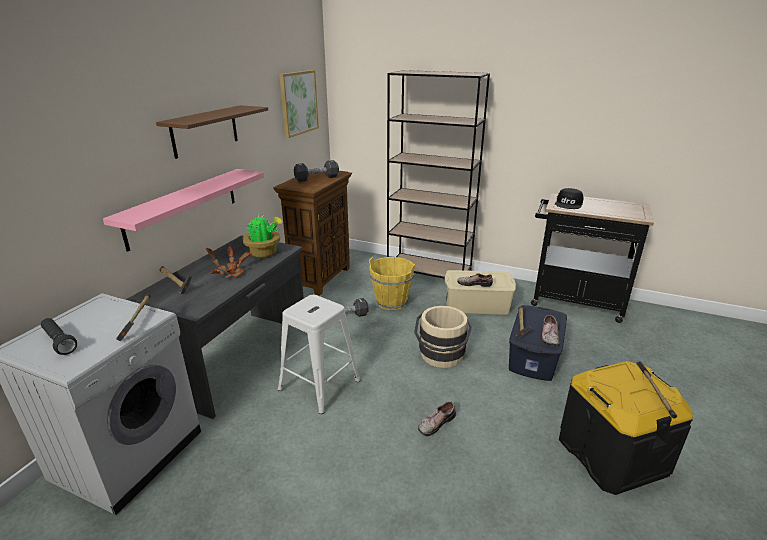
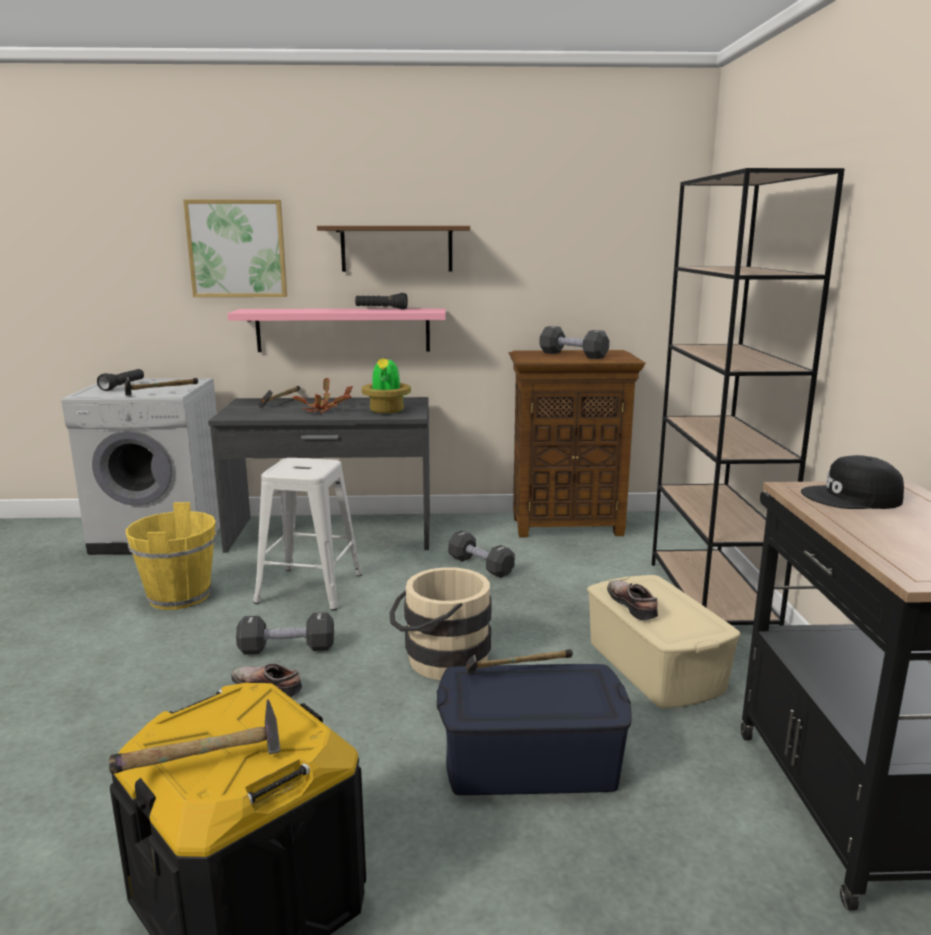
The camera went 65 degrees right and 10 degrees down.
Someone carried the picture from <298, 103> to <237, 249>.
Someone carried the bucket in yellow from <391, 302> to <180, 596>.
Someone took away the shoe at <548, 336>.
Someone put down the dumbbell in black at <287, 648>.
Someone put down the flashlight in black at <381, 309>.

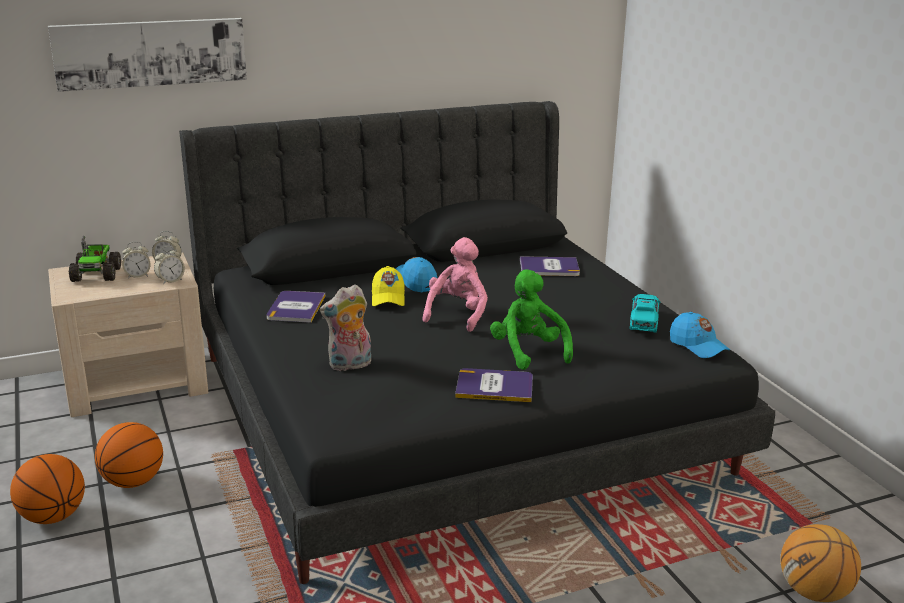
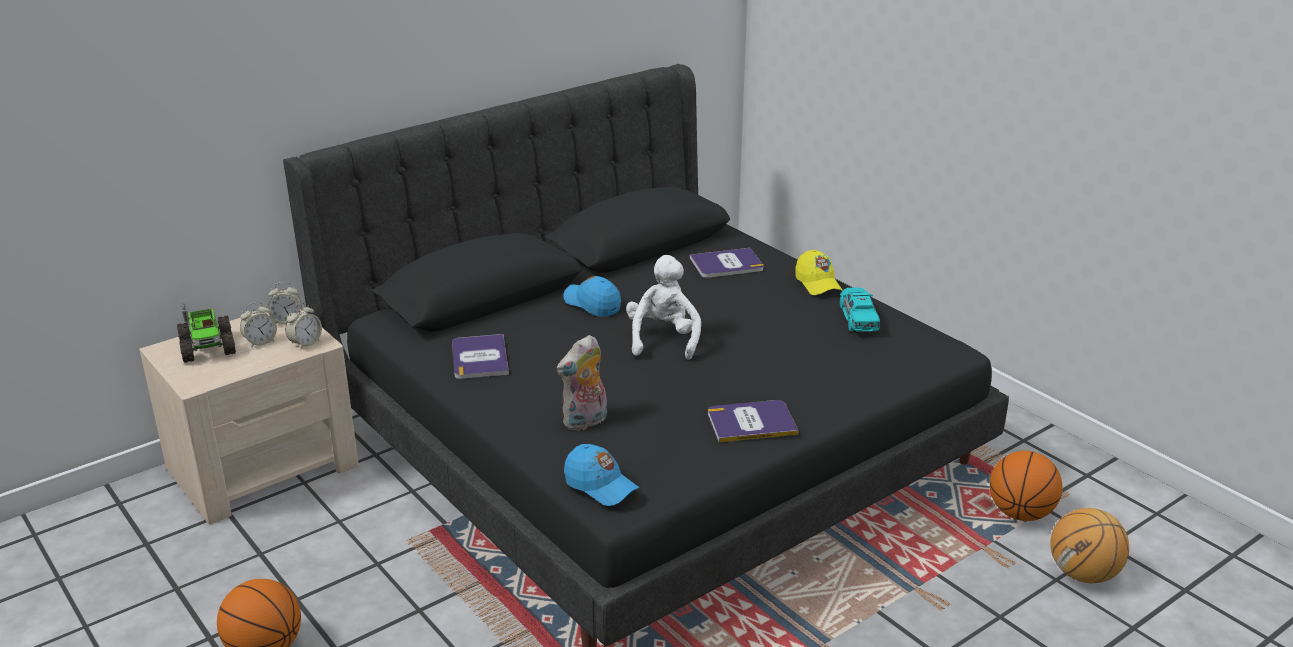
The camera went 15 degrees left and 5 degrees up.
Someone took away the picture at <150, 53>.
Someone carried the basketball from <133, 482> to <1020, 513>.
Someone carried the cap in yellow from <388, 298> to <818, 284>.
Someone repainted the plush toy in pink at <457, 314>, which became the plush toy in white at <663, 339>.
Someone took away the plush toy in green at <528, 352>.
Someone carried the cap in blue from <697, 346> to <600, 486>.

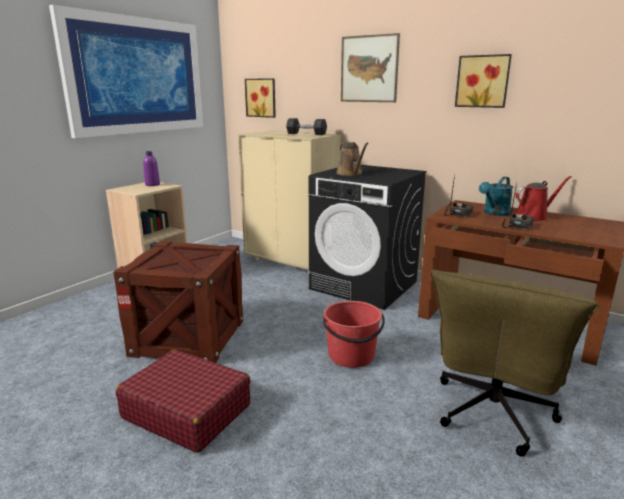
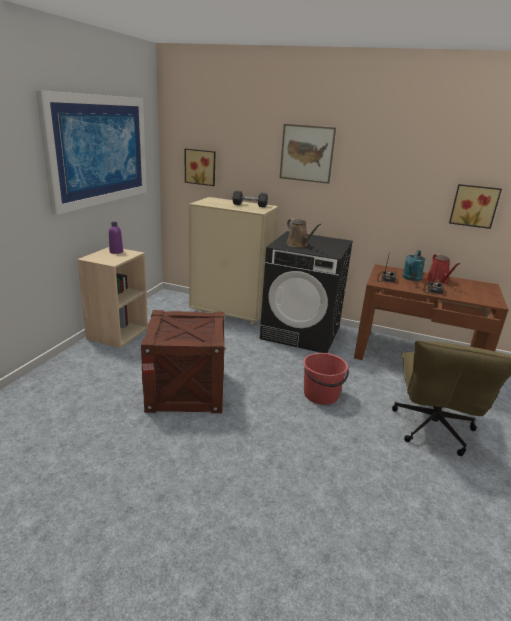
The camera went 15 degrees left and 5 degrees up.
Someone took away the suitcase in red at <186, 411>.
Someone carried the picture from <482, 81> to <474, 206>.
Someone rotated the watering can in red at <533, 216> by 120 degrees clockwise.

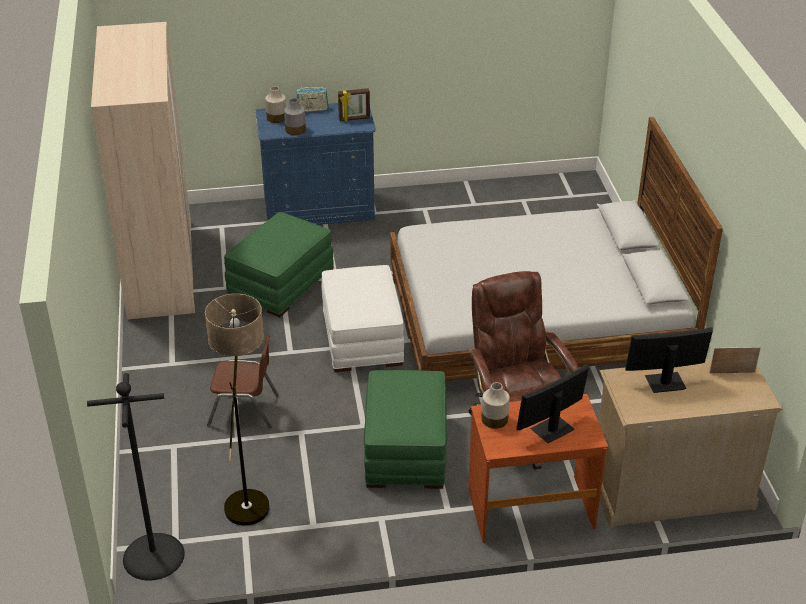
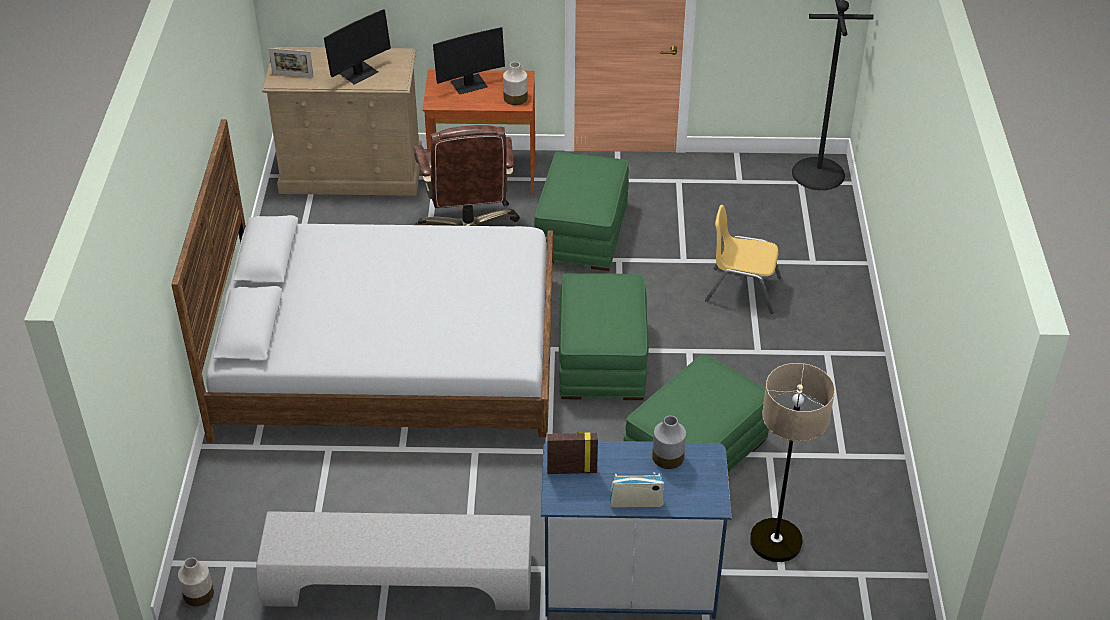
The camera went 170 degrees left and 5 degrees up.
Someone took away the wardrobe in beige at <160, 269>.
Someone carried the floor lamp from <249, 495> to <773, 558>.
Someone repainted the chair in brown at <244, 410>, which became the chair in yellow at <742, 289>.
Someone carried the vase in beige from <277, 117> to <198, 594>.
Someone repainted the ottoman in white at <362, 338>, which became the ottoman in green at <601, 358>.
Someone rotated the monitor at <665, 383> by 45 degrees counterclockwise.
Someone put down the bench in grey at <399, 581>.

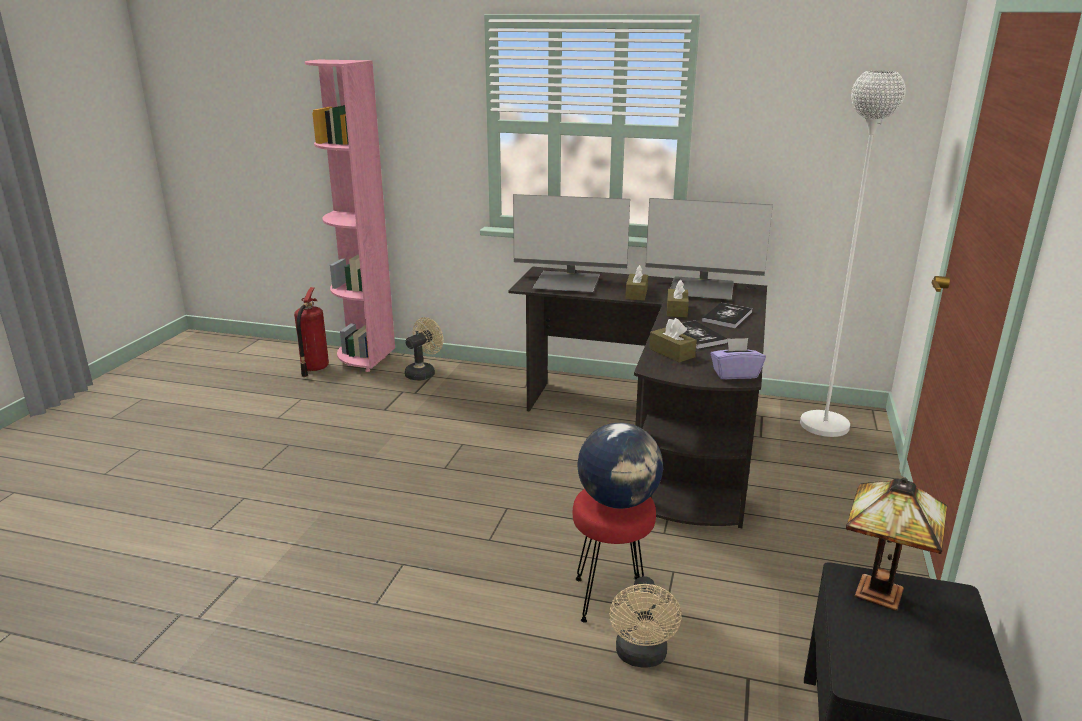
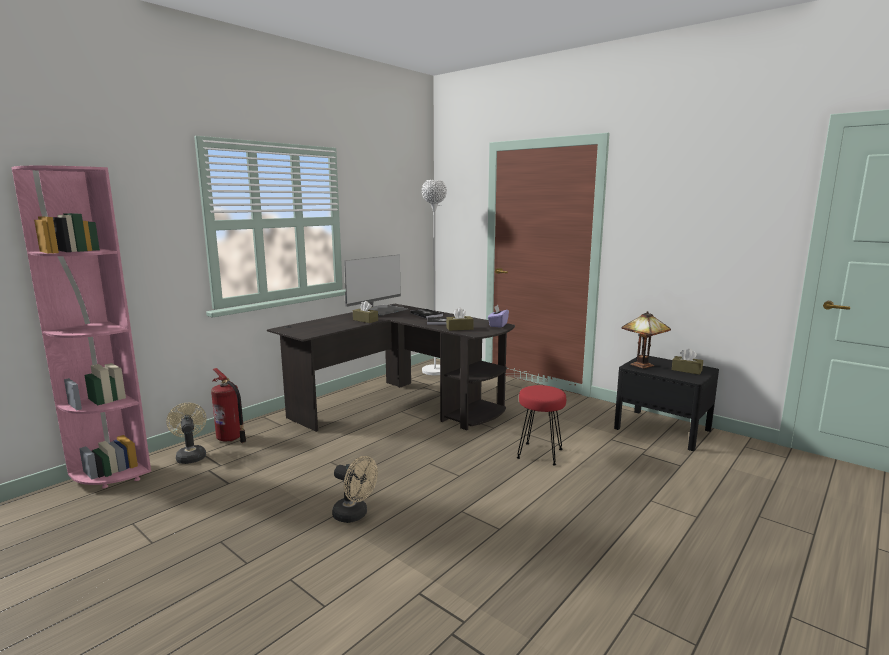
The camera went 65 degrees left and 10 degrees down.
Someone carried the fire extinguisher from <314, 368> to <230, 439>.
Someone took away the monitor at <567, 283>.
Someone took away the globe at <618, 501>.
Someone carried the fan in beige from <641, 657> to <355, 515>.
Someone carried the tissue box in brown from <676, 310> to <686, 370>.

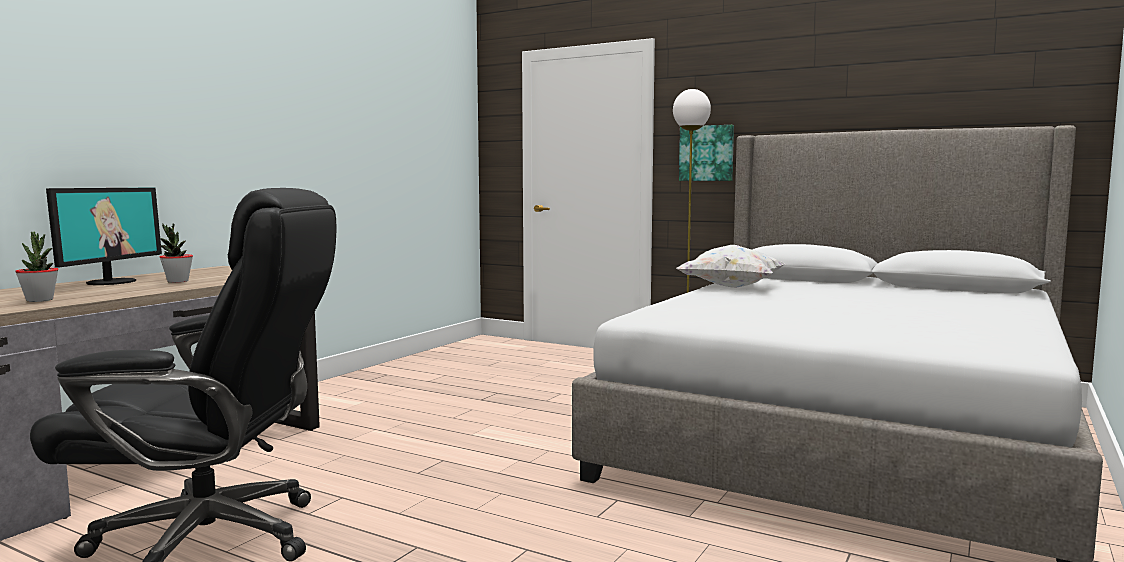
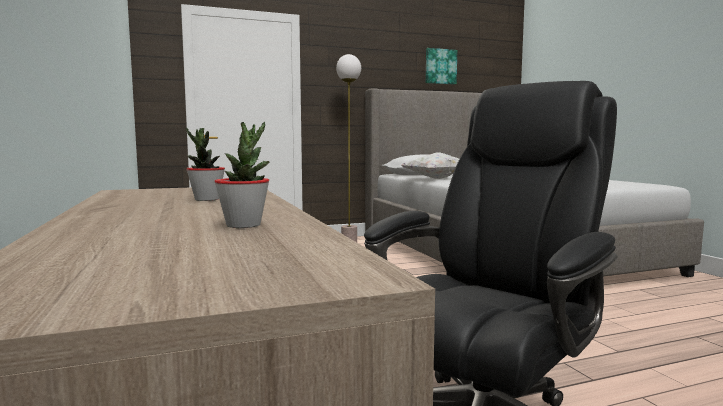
The camera went 50 degrees left and 0 degrees up.
Someone took away the monitor at <110, 282>.
Someone carried the picture from <706, 153> to <440, 66>.

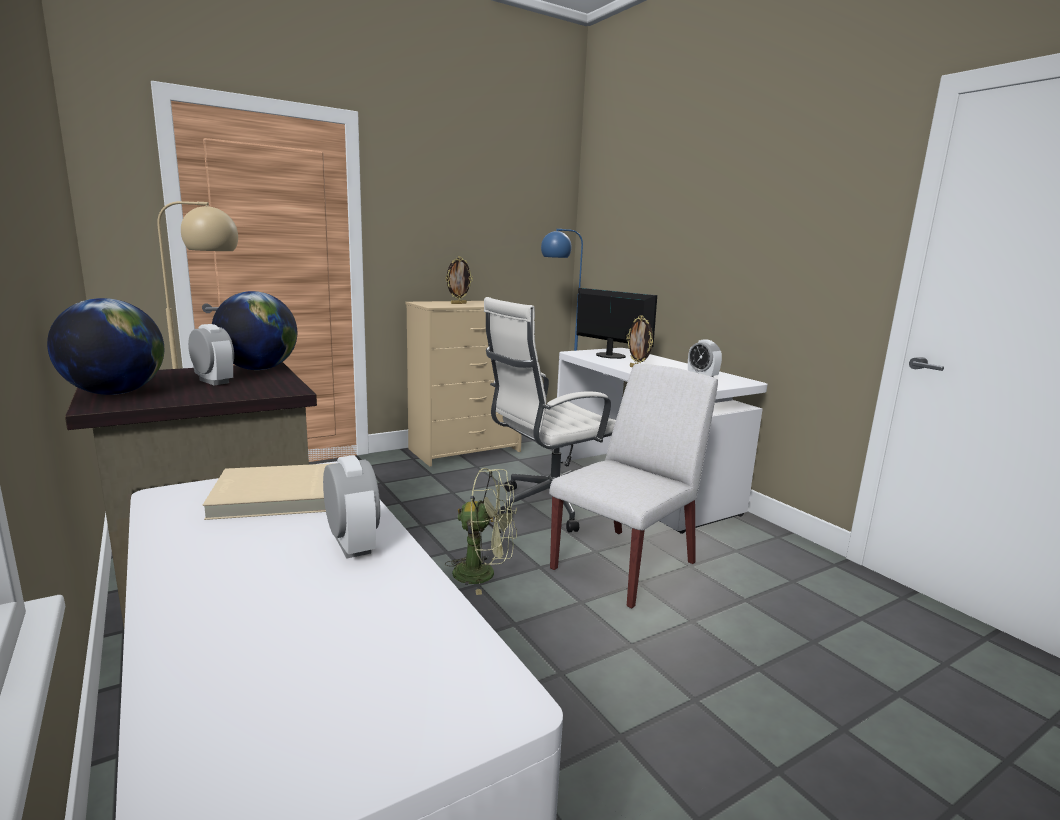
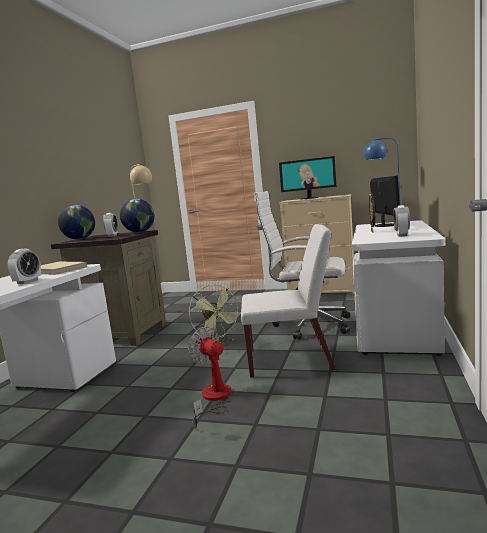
The camera went 50 degrees right and 5 degrees down.
Someone swapped the picture frame at <458, 303> for the monitor at <309, 198>.
Someone put down the fan at <214, 399>.

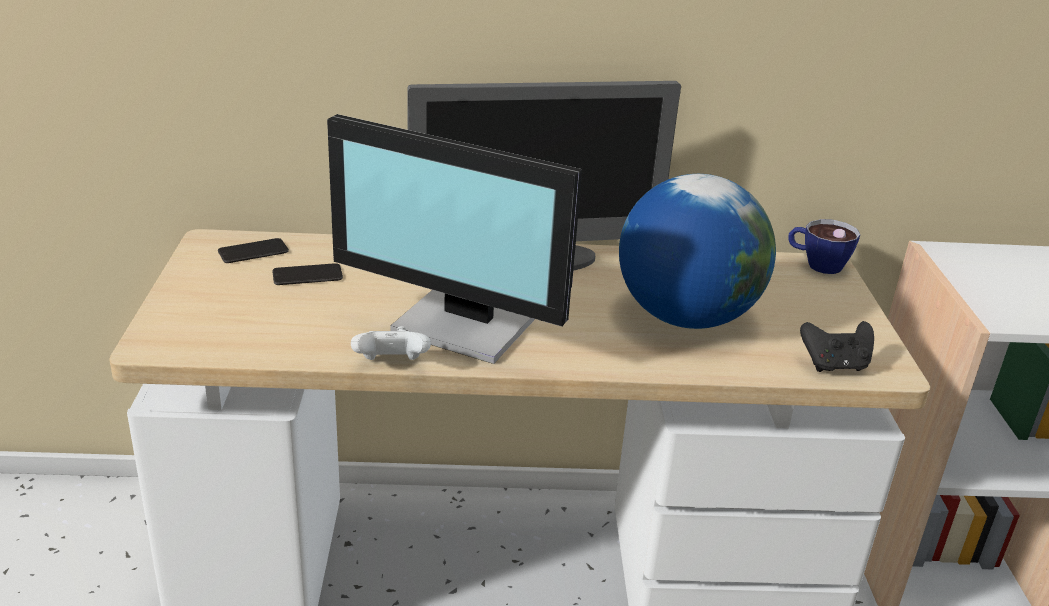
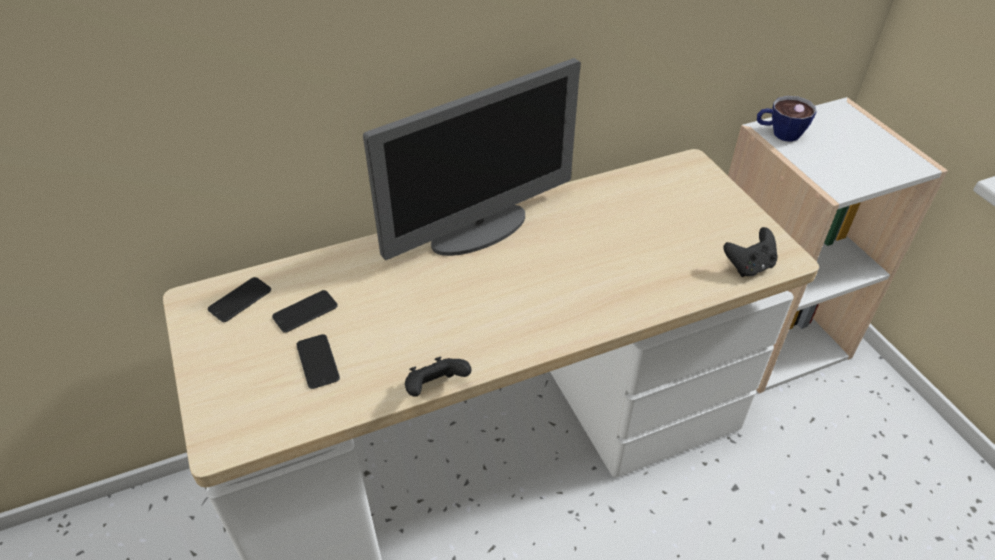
The camera went 20 degrees left and 15 degrees up.
Someone took away the monitor at <467, 325>.
Someone repainted the game controller in white at <391, 365>, which became the game controller in black at <436, 388>.
Someone took away the globe at <685, 317>.
Someone carried the cup from <816, 264> to <779, 133>.
Someone put down the phone at <318, 362>.

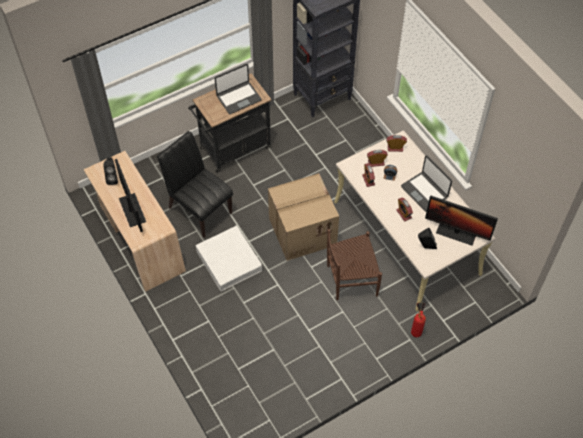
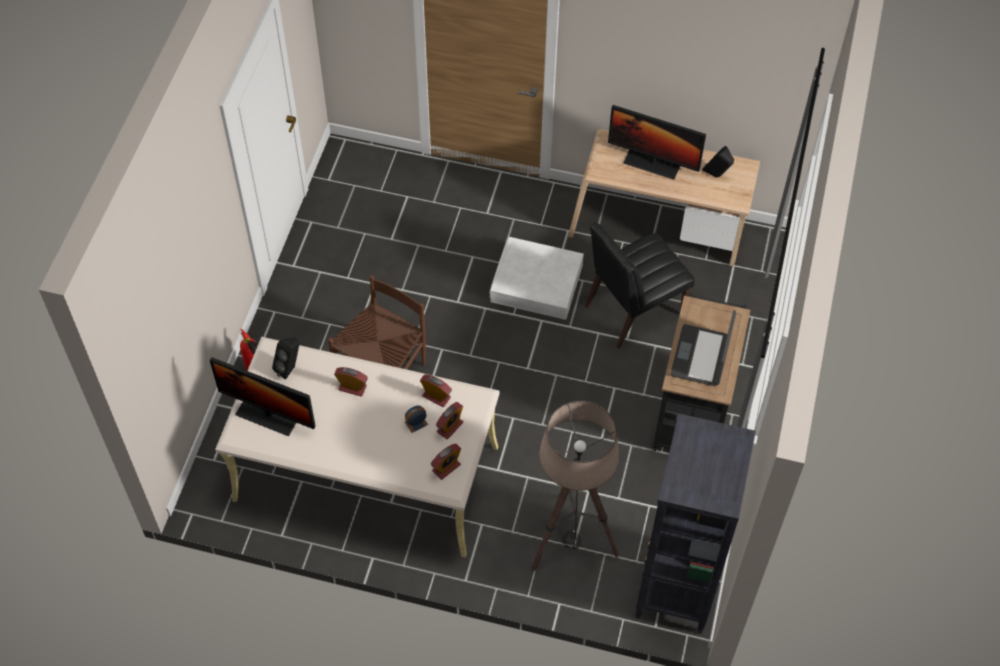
The camera went 135 degrees right and 0 degrees up.
Someone rotated the chair in black at <200, 210> by 150 degrees clockwise.
Someone took away the cardboard box at <303, 230>.
Someone took away the laptop at <424, 192>.
Someone rotated the monitor at <456, 232> by 135 degrees counterclockwise.
Someone put down the floor lamp at <569, 540>.

